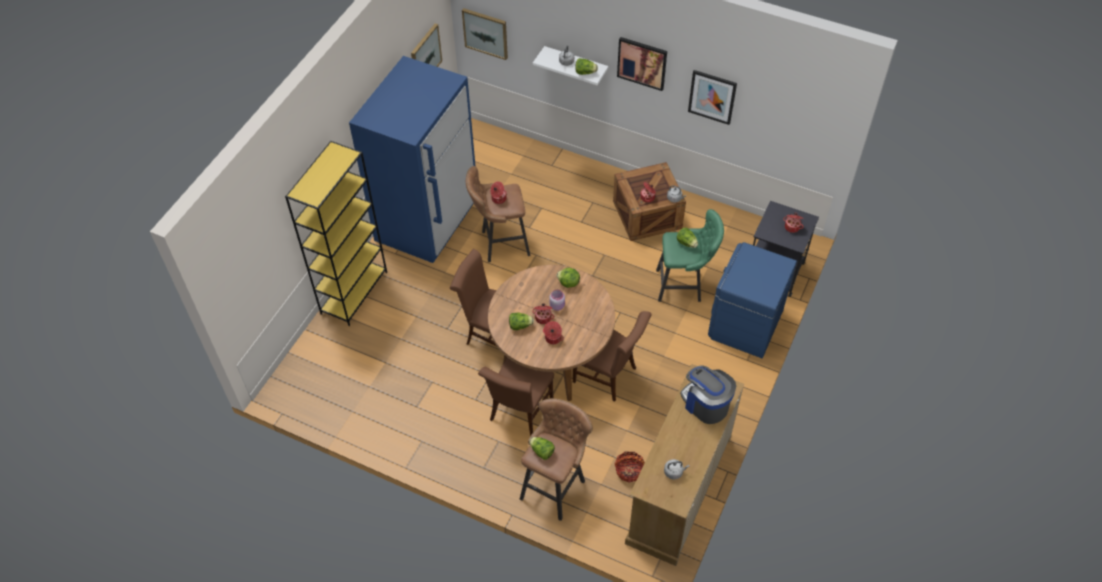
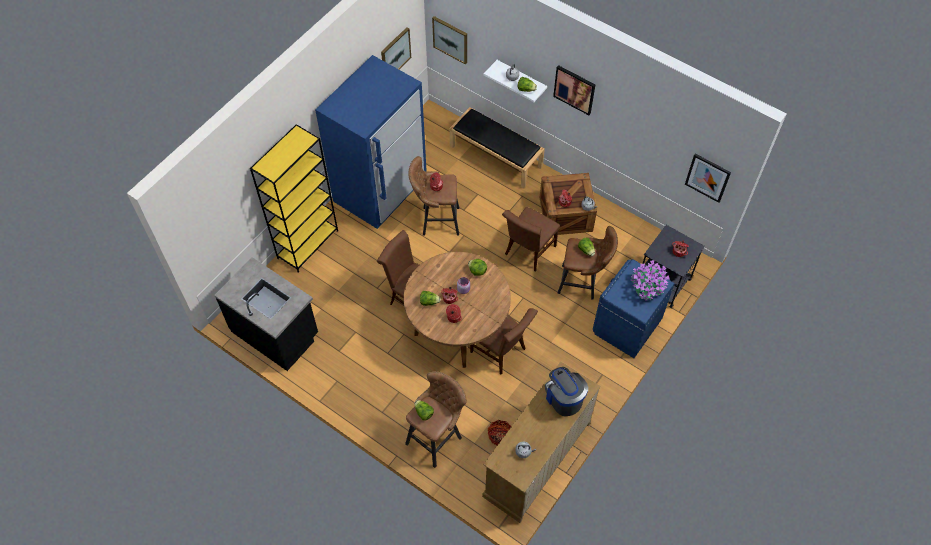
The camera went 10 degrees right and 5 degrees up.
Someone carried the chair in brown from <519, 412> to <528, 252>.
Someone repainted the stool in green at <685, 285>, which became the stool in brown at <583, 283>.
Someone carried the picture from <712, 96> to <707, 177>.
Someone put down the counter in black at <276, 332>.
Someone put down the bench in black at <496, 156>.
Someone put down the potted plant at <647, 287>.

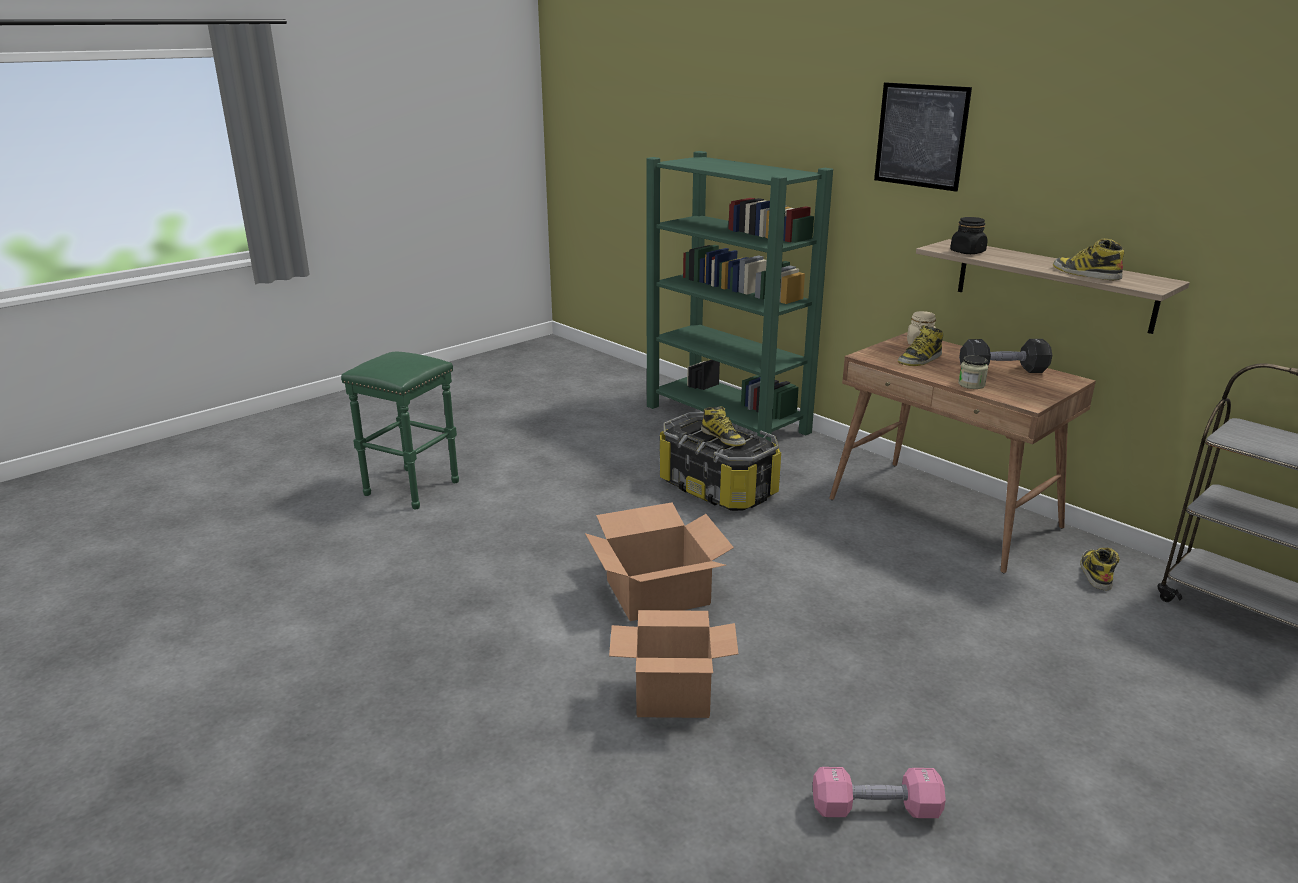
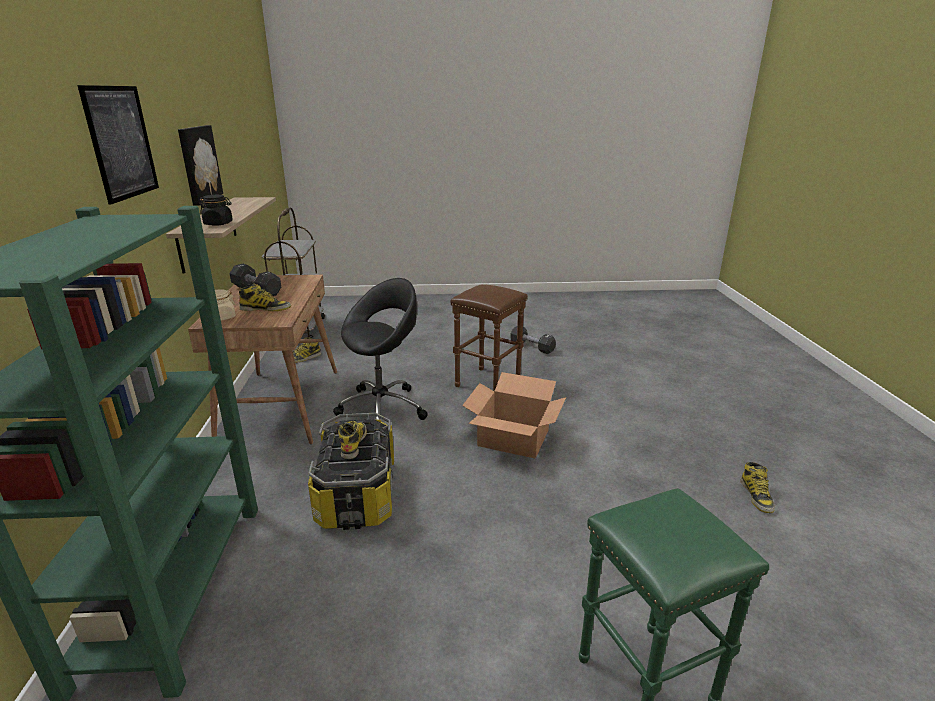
The camera went 140 degrees left and 0 degrees up.
Someone took away the cardboard box at <671, 700>.
Someone repainted the dumbbell in pink at <875, 809>, which became the dumbbell in black at <532, 347>.
Someone took away the jar at <971, 384>.
Someone carried the boot from <1085, 274> to <756, 496>.
Someone put up the picture at <198, 164>.
Someone put down the office chair in black at <384, 408>.
Someone put down the stool in brown at <486, 383>.

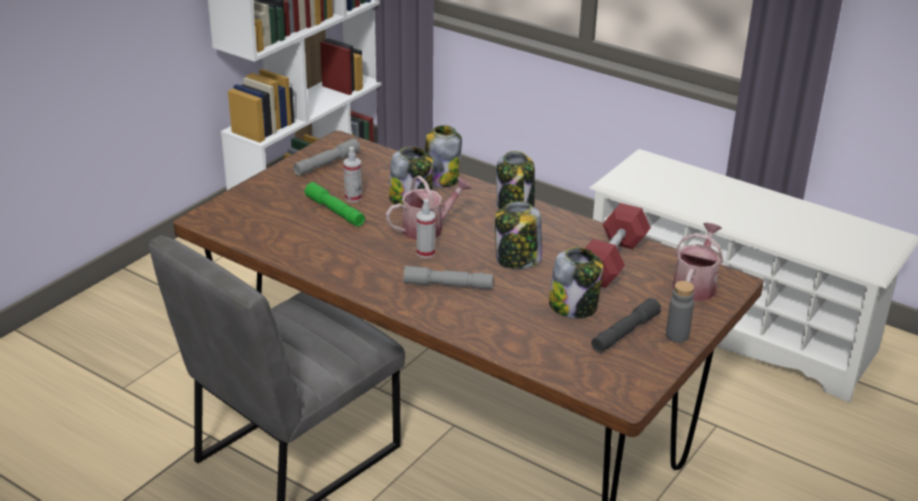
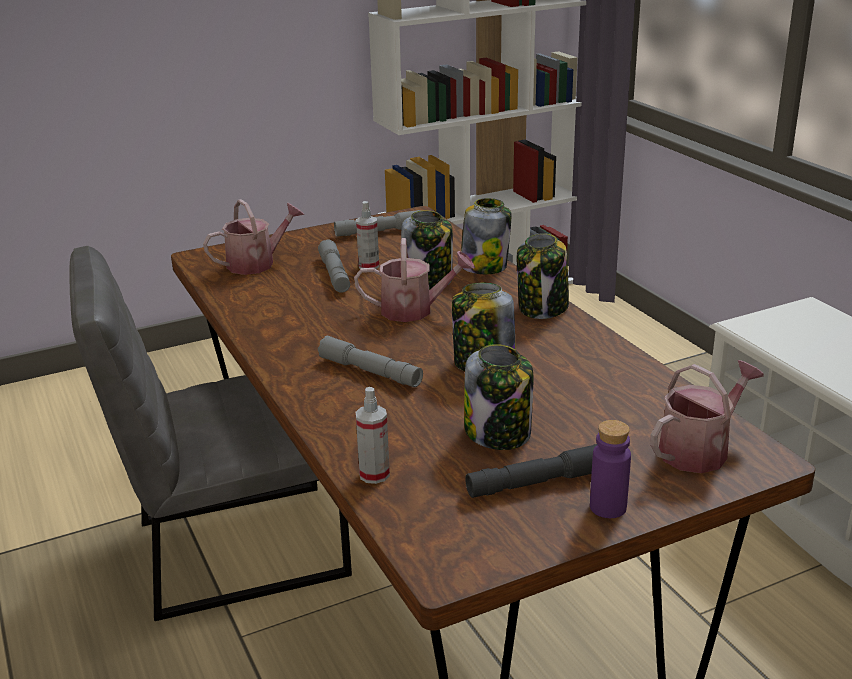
The camera went 30 degrees right and 5 degrees down.
Someone repainted the flashlight in green at <335, 211>, which became the flashlight in grey at <334, 274>.
Someone carried the spray bottle from <425, 253> to <374, 474>.
Someone took away the dumbbell in red at <611, 261>.
Someone repainted the bottle in grey at <677, 335>, which became the bottle in purple at <608, 507>.
Someone put down the watering can at <257, 263>.

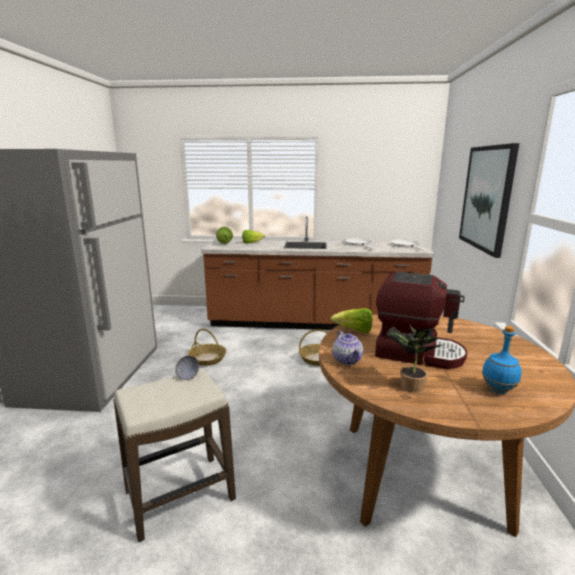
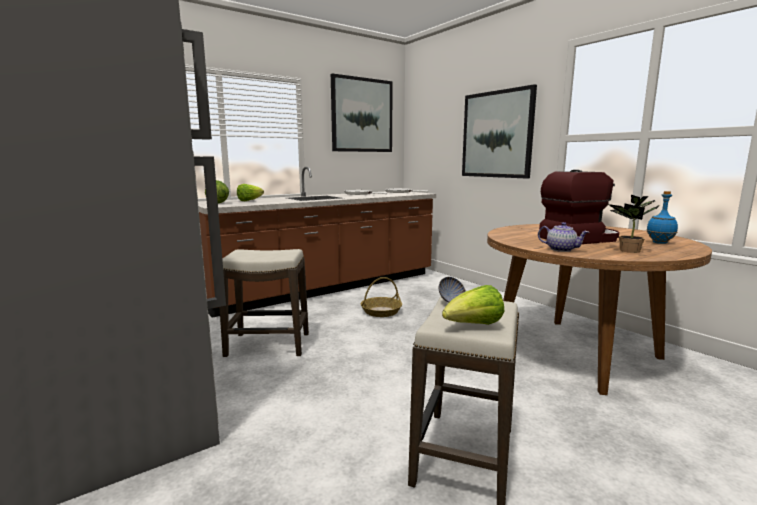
The camera went 40 degrees left and 5 degrees down.
Someone swapped the basket at <208, 359> for the stool at <268, 345>.
Someone carried the lettuce from <354, 331> to <473, 326>.
Someone put up the picture at <362, 115>.

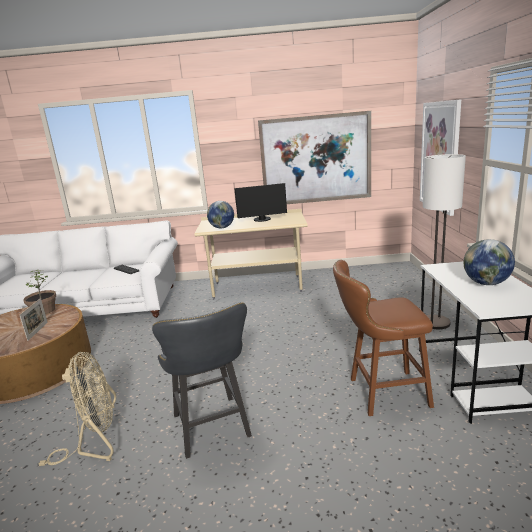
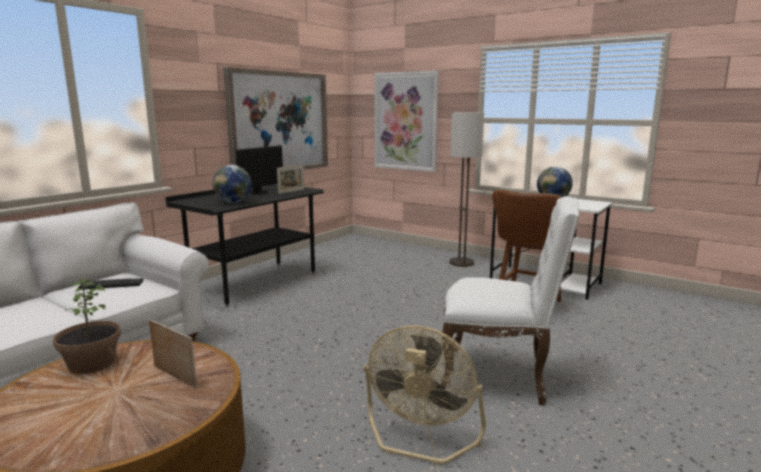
The camera went 55 degrees left and 5 degrees down.
Someone swapped the stool in grey at <213, 432> for the chair in white at <497, 378>.
Someone repainted the desk in beige at <257, 287>, which became the desk in black at <255, 283>.
Someone put down the picture frame at <291, 191>.

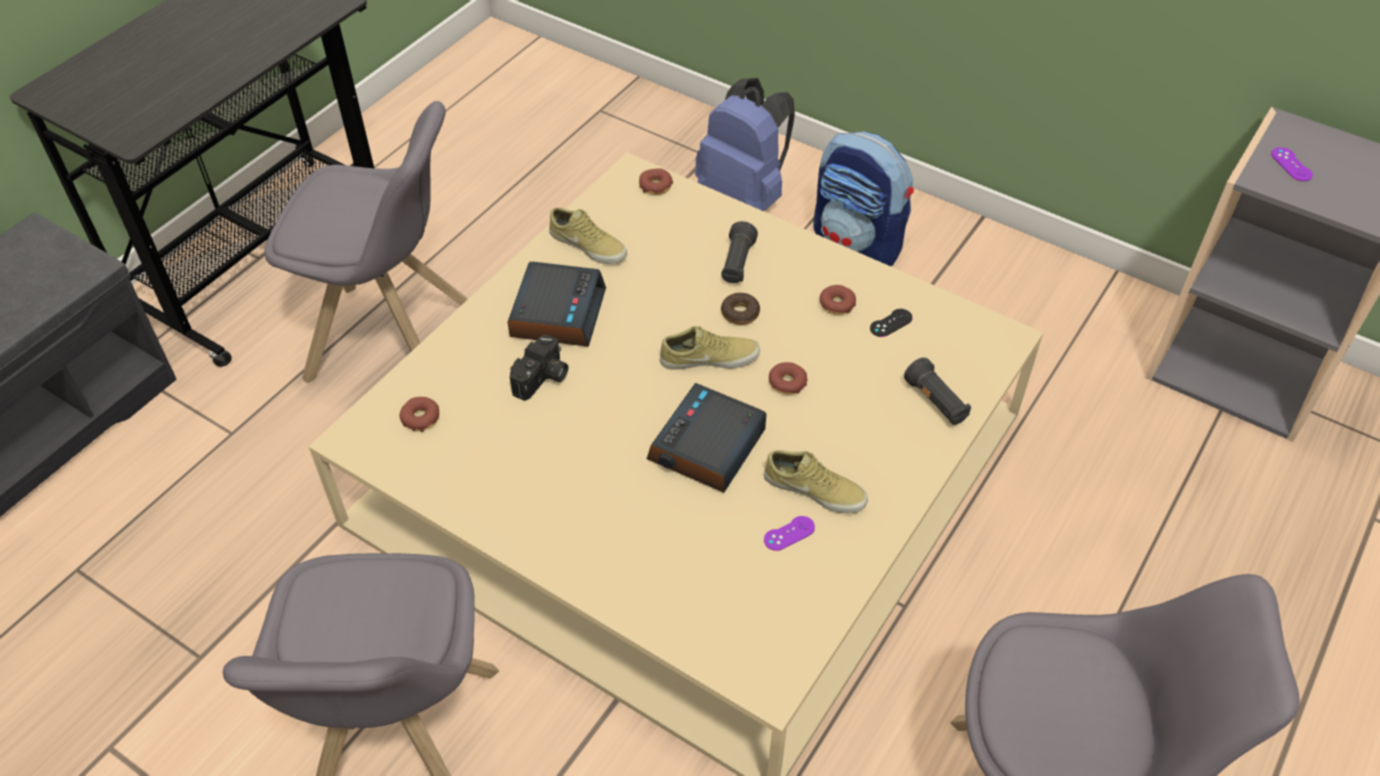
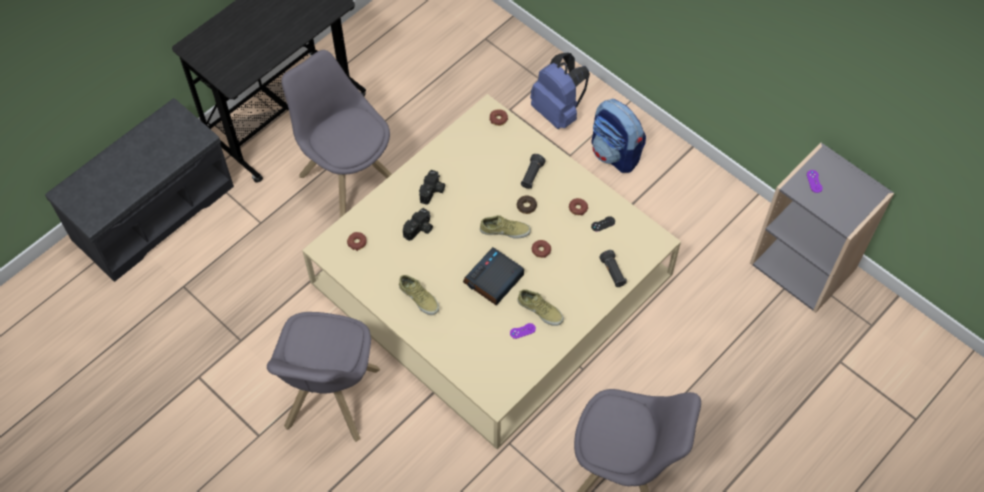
The camera went 10 degrees right and 10 degrees up.
Someone rotated the chair in grey at <392, 340> by 150 degrees counterclockwise.
Someone swapped the alarm clock at <557, 312> for the photo camera at <433, 192>.
Someone carried the shoe in beige from <589, 244> to <420, 297>.

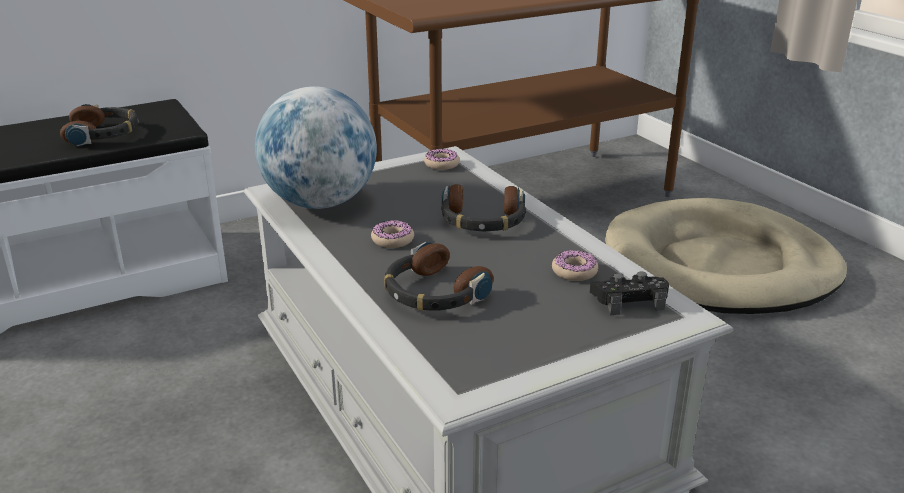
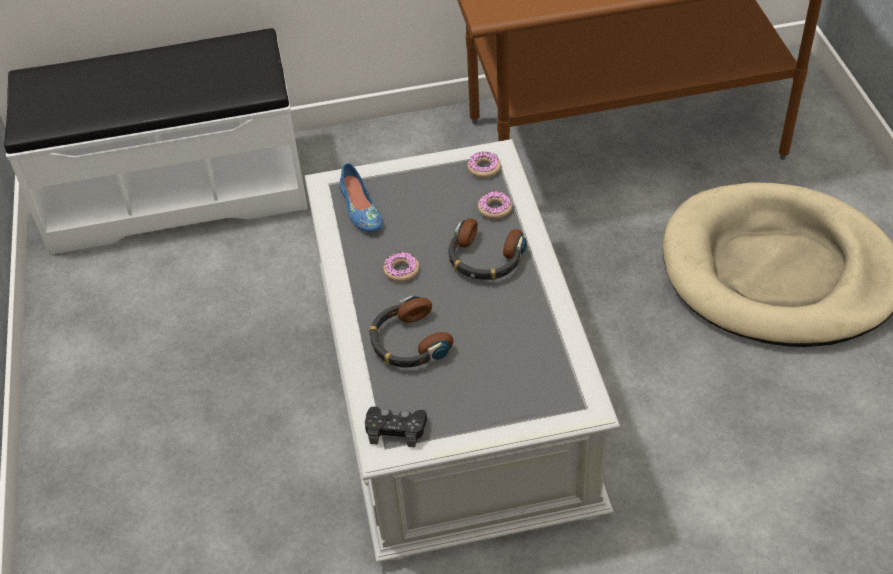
The camera went 20 degrees right and 20 degrees up.
Someone took away the headphones at <103, 134>.
Someone swapped the globe at <320, 203> for the shoe in blue at <360, 209>.
Someone carried the donut from <574, 271> to <495, 209>.
Someone carried the game controller in black from <629, 301> to <396, 429>.

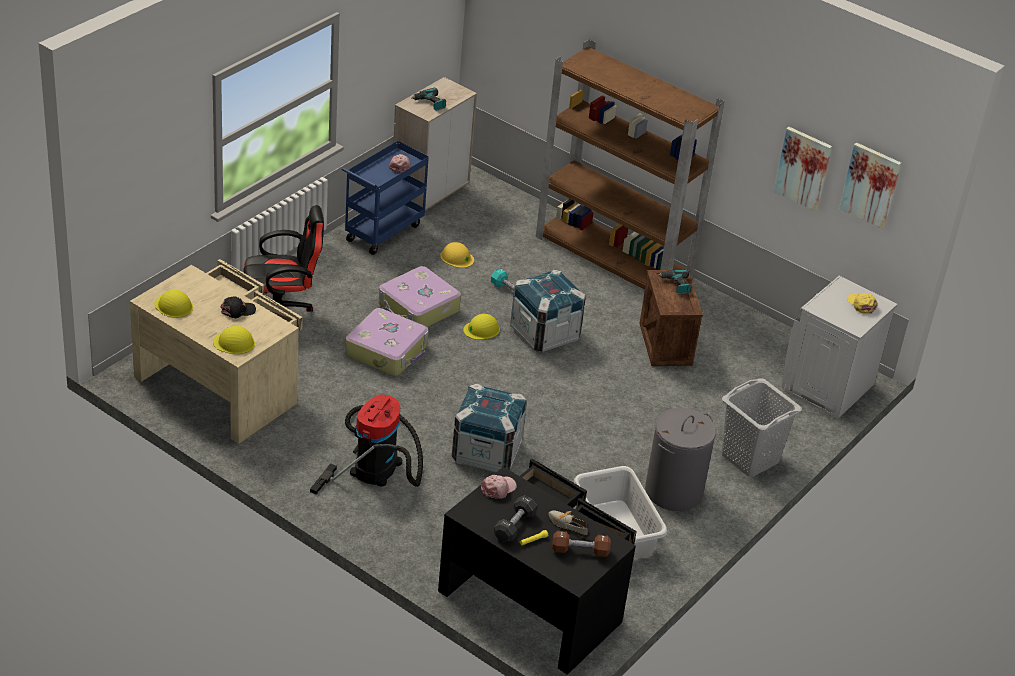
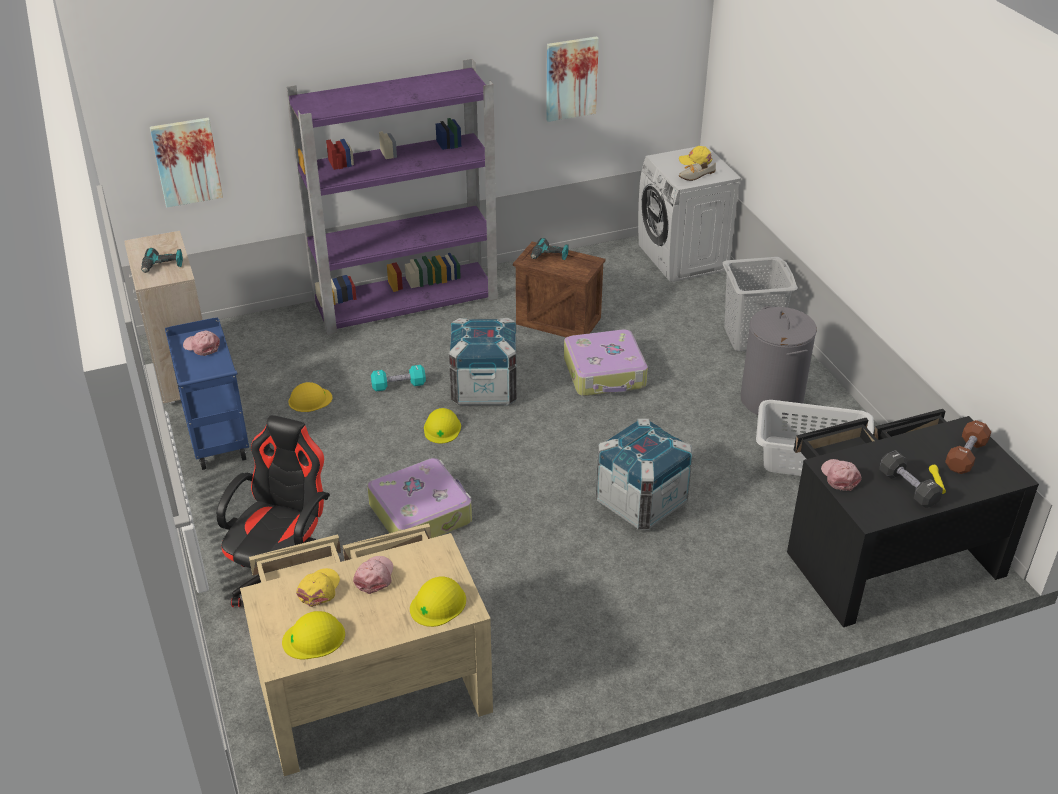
The camera went 55 degrees left and 0 degrees up.
Someone repainted the cap in black at <238, 310>, which became the cap in pink at <374, 576>.
Someone took away the vacuum cleaner at <377, 464>.
Someone carried the suitcase from <418, 308> to <605, 373>.
Someone repainted the bookcase in brown at <613, 258>, which became the bookcase in purple at <406, 301>.
Someone carried the shoe from <566, 524> to <693, 176>.
Someone carried the picture from <870, 185> to <186, 162>.
Someone put down the cap in yellow at <319, 589>.

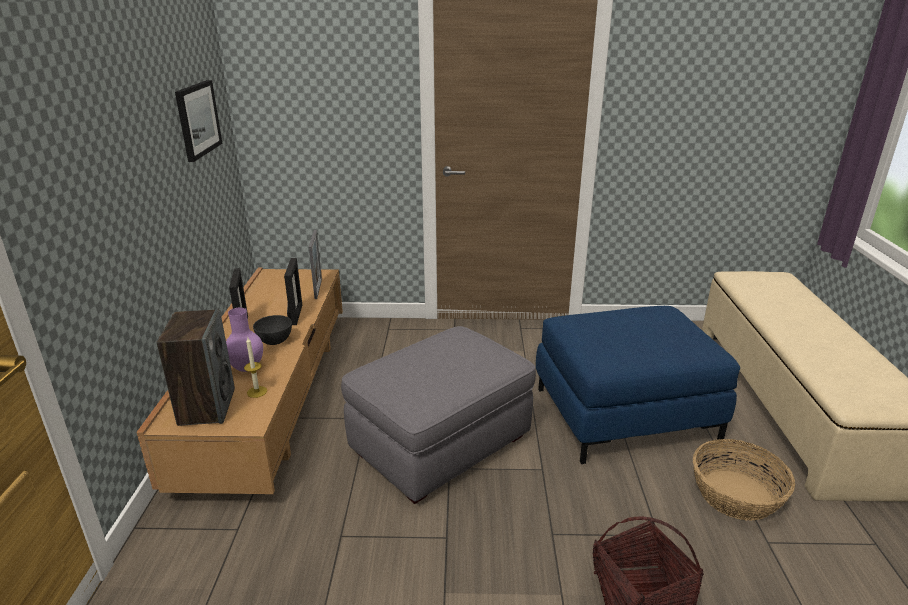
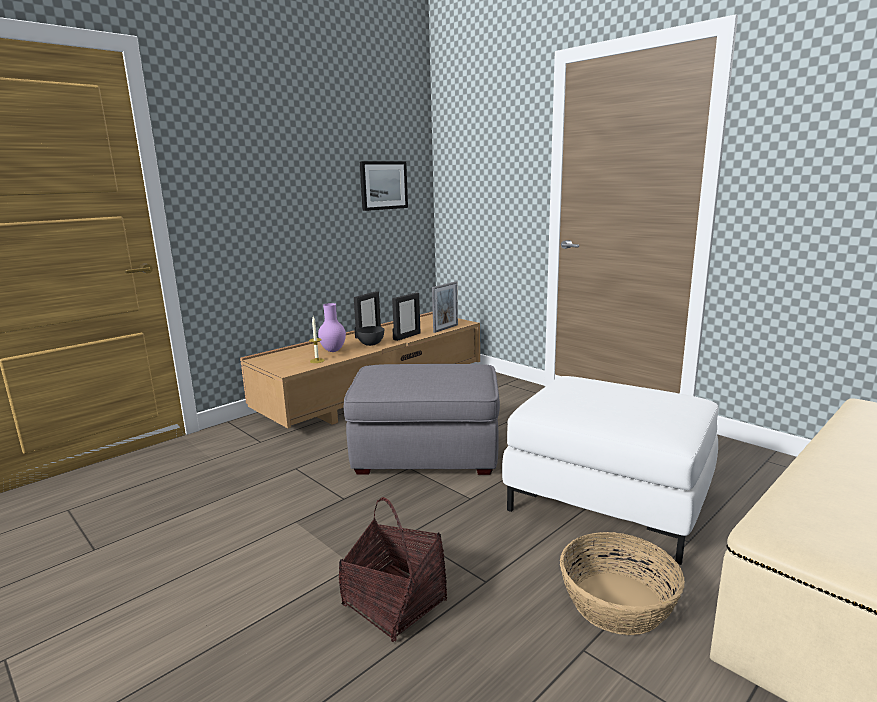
The camera went 45 degrees right and 10 degrees down.
Someone took away the speaker at <206, 406>.
Someone repainted the ottoman in blue at <624, 414>, which became the ottoman in white at <609, 500>.

